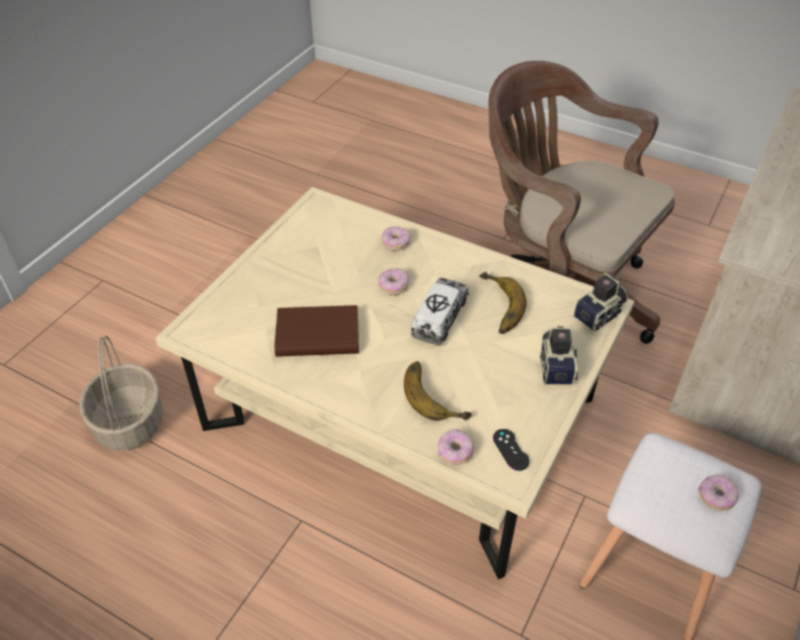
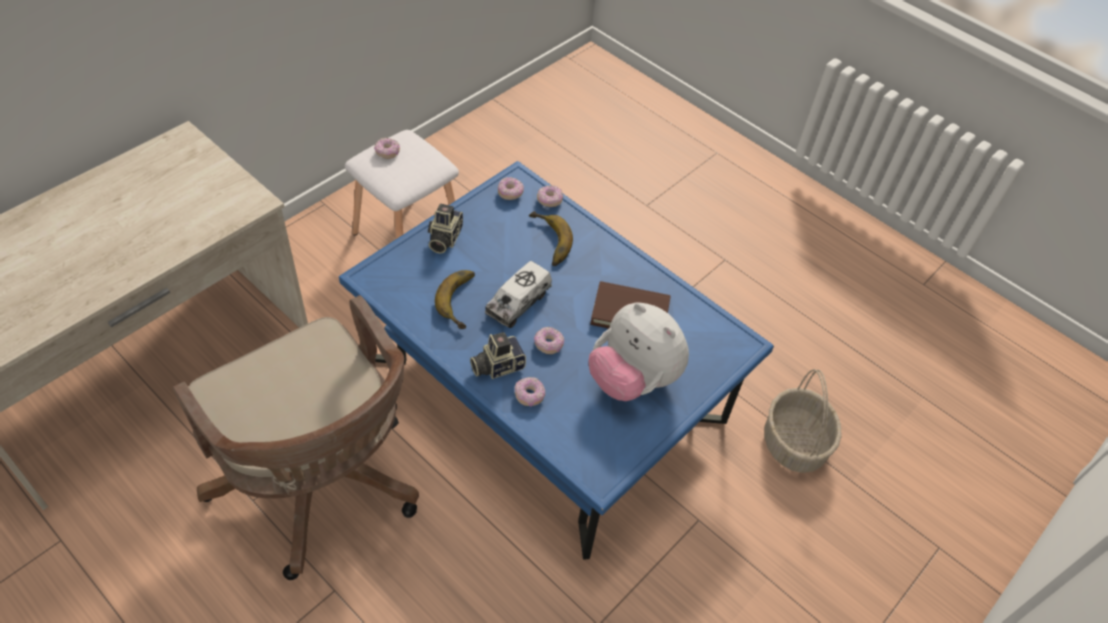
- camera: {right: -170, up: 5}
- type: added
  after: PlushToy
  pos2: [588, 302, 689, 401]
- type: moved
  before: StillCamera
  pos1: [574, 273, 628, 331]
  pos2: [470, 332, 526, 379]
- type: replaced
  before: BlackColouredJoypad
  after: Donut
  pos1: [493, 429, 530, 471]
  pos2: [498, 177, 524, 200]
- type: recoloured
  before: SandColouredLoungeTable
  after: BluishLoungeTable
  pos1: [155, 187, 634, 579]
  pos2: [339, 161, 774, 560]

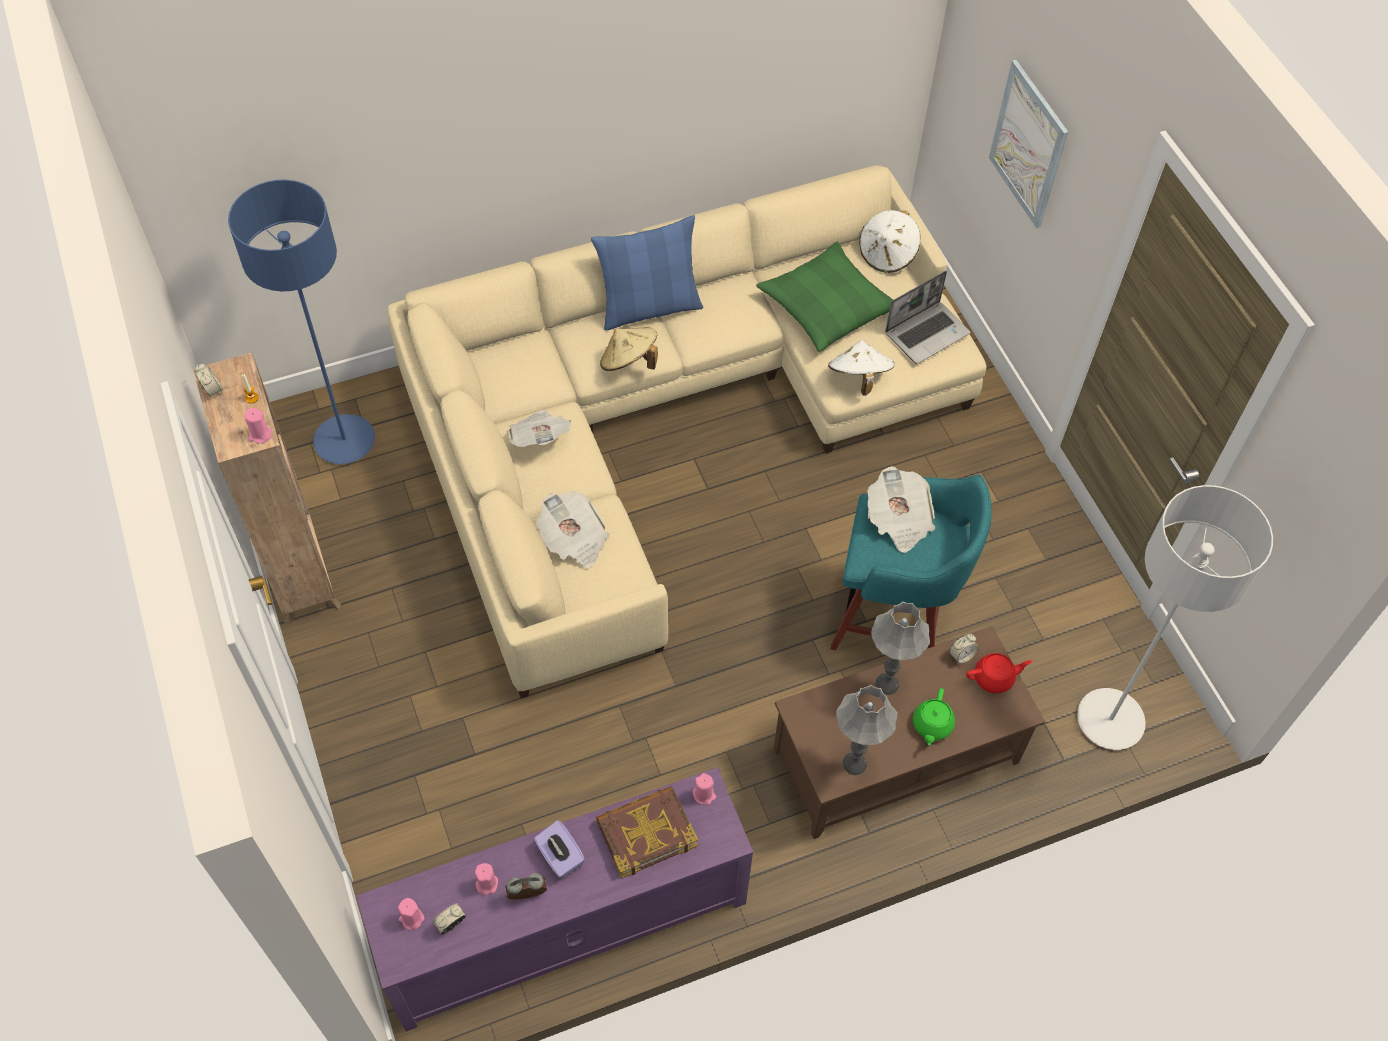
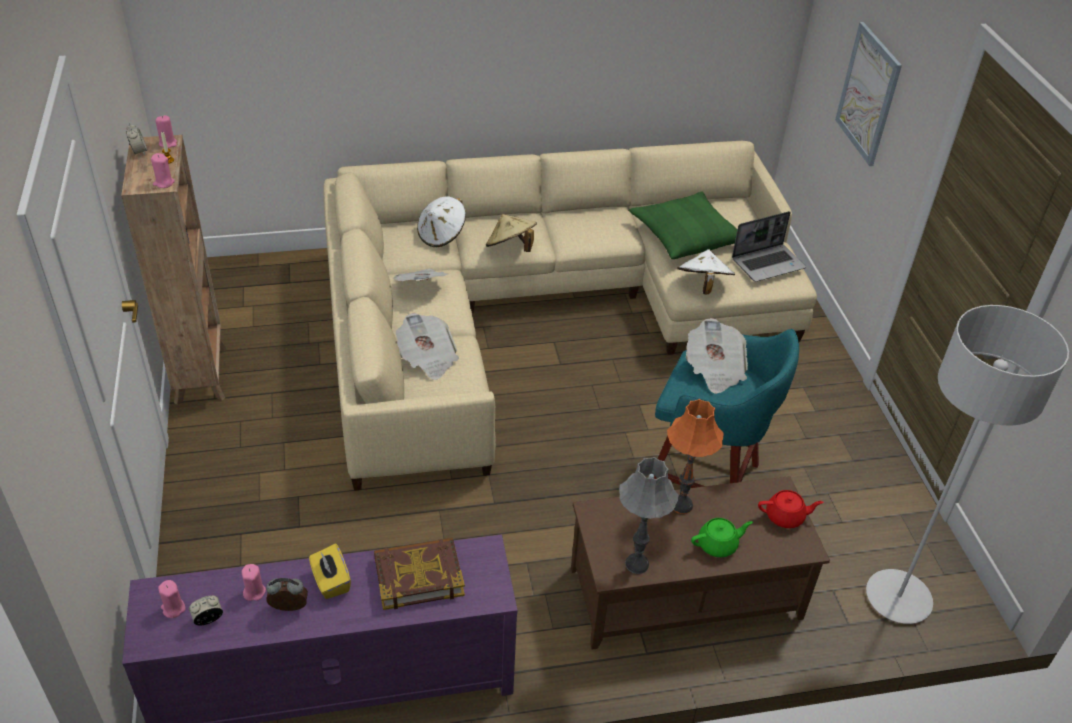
- camera: {right: 10, up: -15}
- type: removed
  before: BluishFloorLamp
  pos1: [228, 180, 375, 464]
- type: removed
  before: BluishCushion
  pos1: [591, 215, 703, 331]
- type: removed
  before: AlarmClock
  pos1: [949, 634, 979, 664]
- type: moved
  before: PinkColouredWaxCandle
  pos1: [693, 773, 716, 805]
  pos2: [155, 115, 177, 148]
- type: moved
  before: WhiteColouredHat
  pos1: [859, 210, 921, 273]
  pos2: [417, 196, 466, 248]
- type: recoloured
  before: PurpleColouredBoxOfTissues
  after: YellowColouredBoxOfTissues
  pos1: [534, 820, 585, 878]
  pos2: [309, 544, 351, 599]
- type: recoloured
  before: GreyishLampForATable
  after: OrangeyLampForATable
  pos1: [871, 601, 930, 695]
  pos2: [667, 399, 724, 514]
- type: turned
  before: GreenColouredTeaPot
  pos1: [913, 688, 955, 745]
  pos2: [691, 518, 753, 557]
  turn: -135

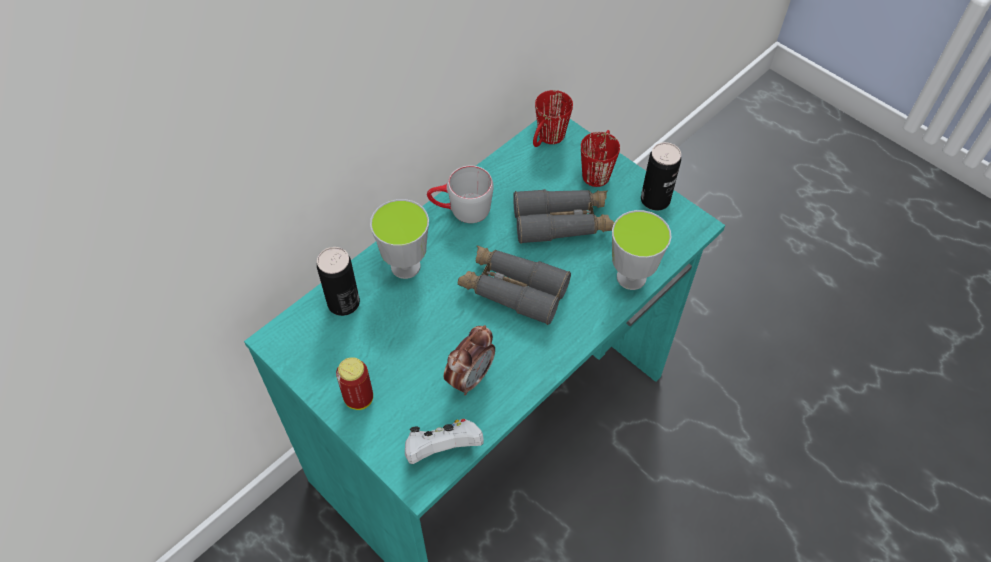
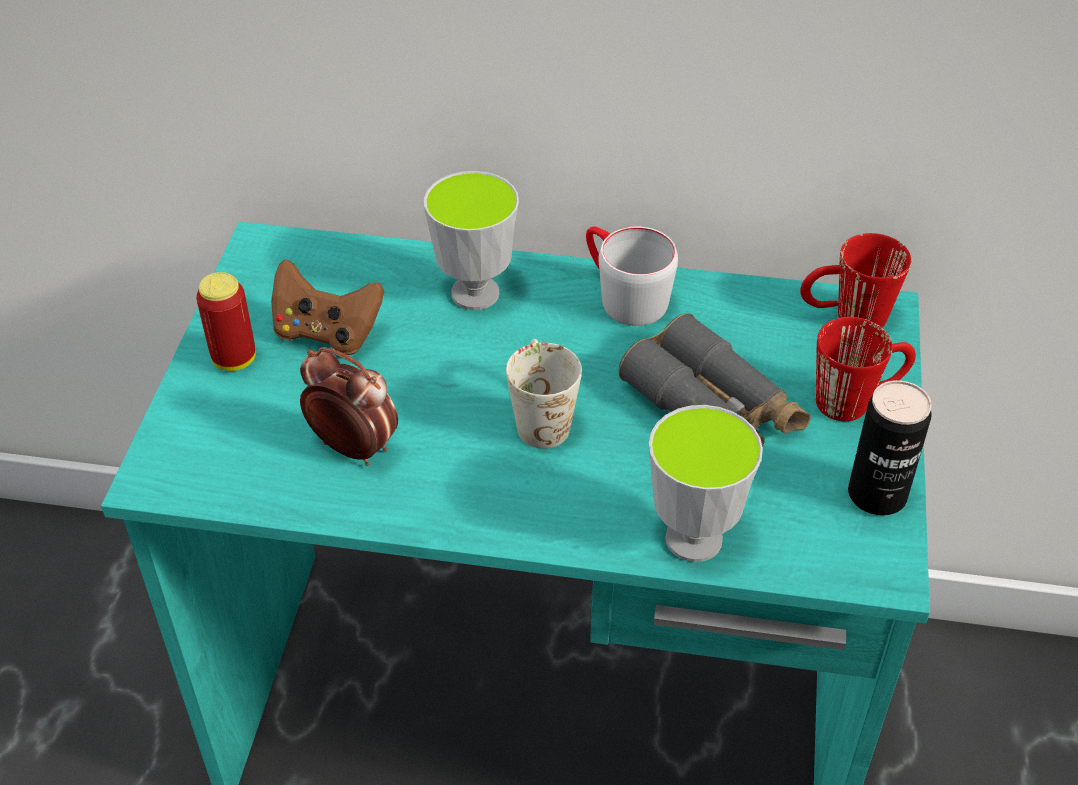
- camera: {right: 55, up: -10}
- type: removed
  before: SealedCan
  pos1: [317, 247, 360, 316]
- type: removed
  before: WhiteColouredJoypad
  pos1: [405, 419, 484, 464]
- type: added
  after: BrownJoypad
  pos2: [271, 259, 384, 355]
- type: replaced
  before: GreyishFieldGlasses
  after: WhiteColouredTeaMug
  pos1: [458, 245, 571, 325]
  pos2: [506, 339, 582, 449]
- type: turned
  before: AlarmClock
  pos1: [444, 325, 495, 395]
  pos2: [300, 347, 398, 466]
  turn: -150

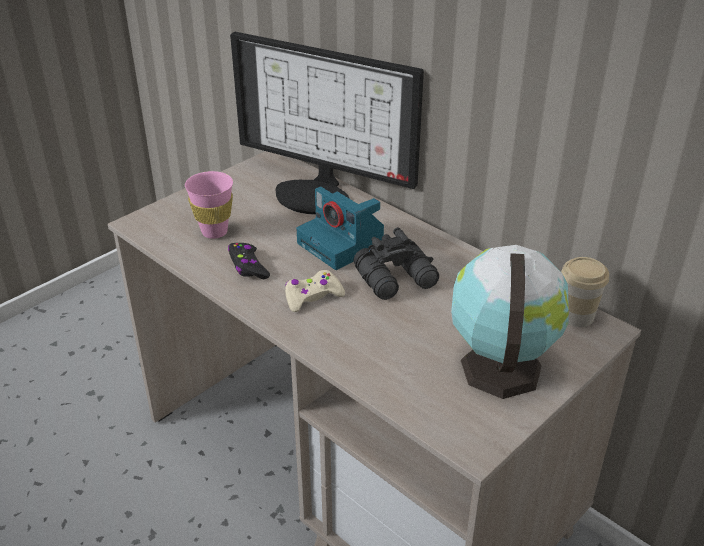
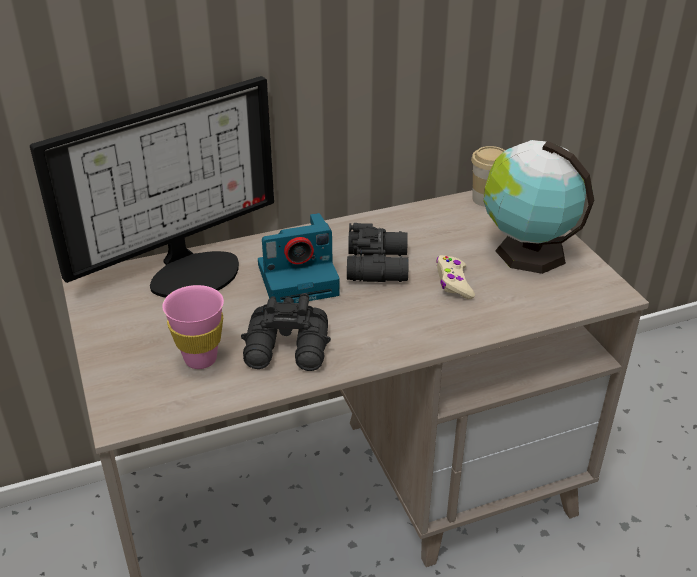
- camera: {right: -65, up: 0}
- type: moved
  before: SandColouredJoypad
  pos1: [285, 270, 345, 312]
  pos2: [436, 255, 475, 299]
- type: replaced
  before: BlackColouredJoypad
  after: BlackColouredFieldGlasses
  pos1: [228, 243, 270, 279]
  pos2: [241, 293, 331, 371]

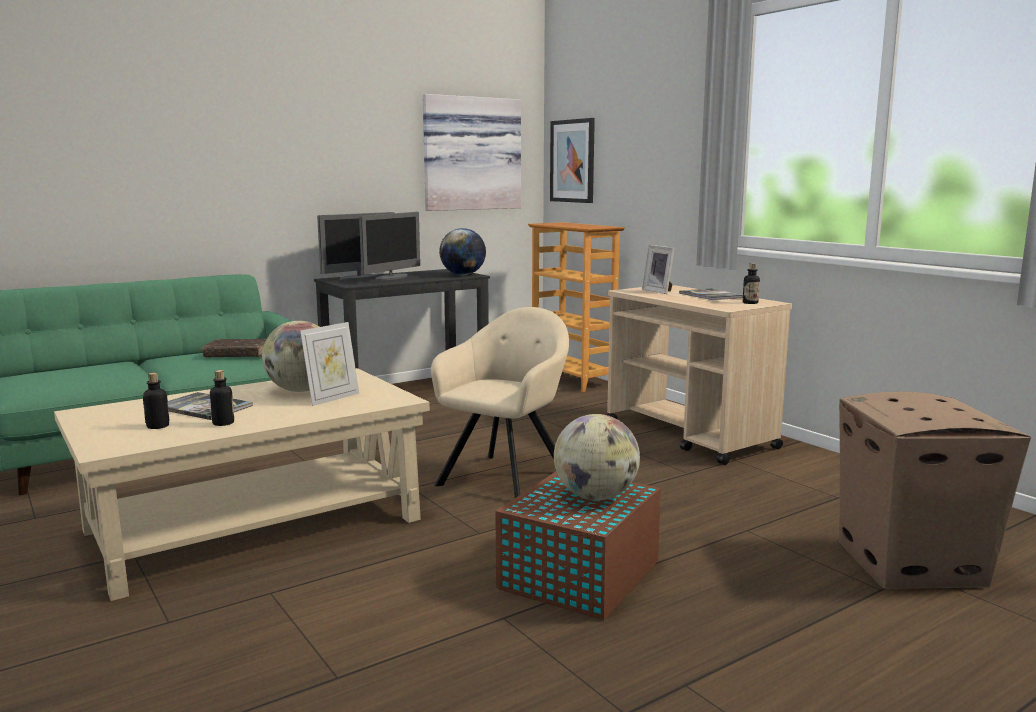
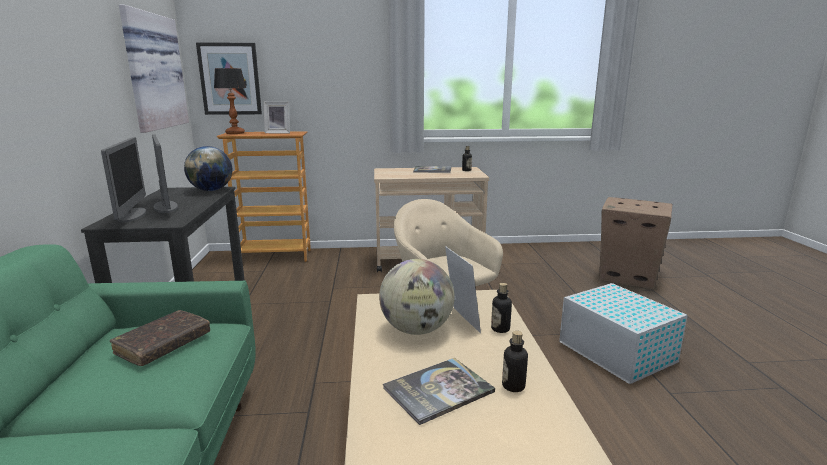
- camera: {right: -60, up: 5}
- type: removed
  before: Globe
  pos1: [554, 414, 640, 500]
- type: added
  after: LampForATable
  pos2: [214, 68, 246, 134]
- type: moved
  before: DrinkBottle
  pos1: [143, 373, 170, 429]
  pos2: [491, 283, 512, 333]
- type: moved
  before: StandingFrame
  pos1: [642, 245, 675, 294]
  pos2: [263, 101, 290, 133]
- type: recoloured
  before: BrownStorageBox
  after: WhiteColouredStorageBox
  pos1: [495, 472, 661, 620]
  pos2: [559, 283, 688, 384]

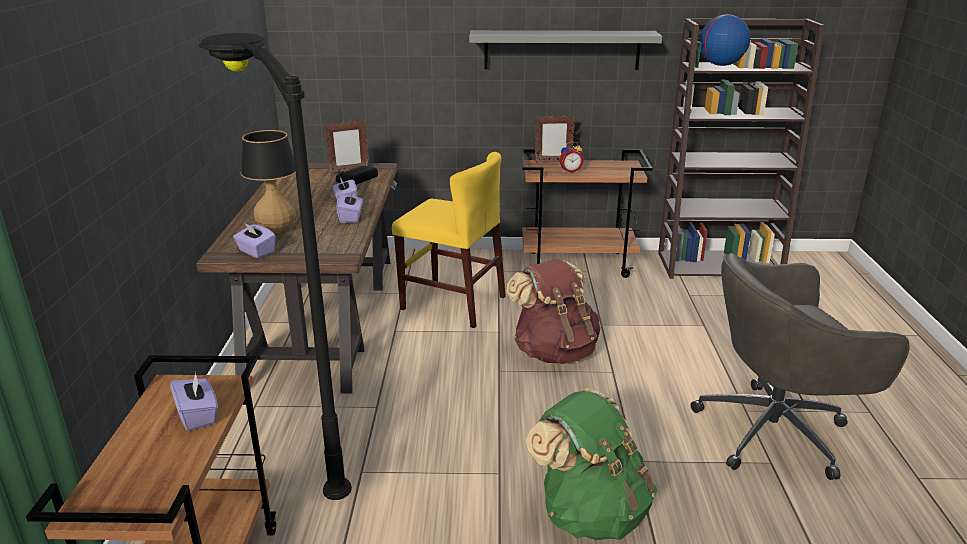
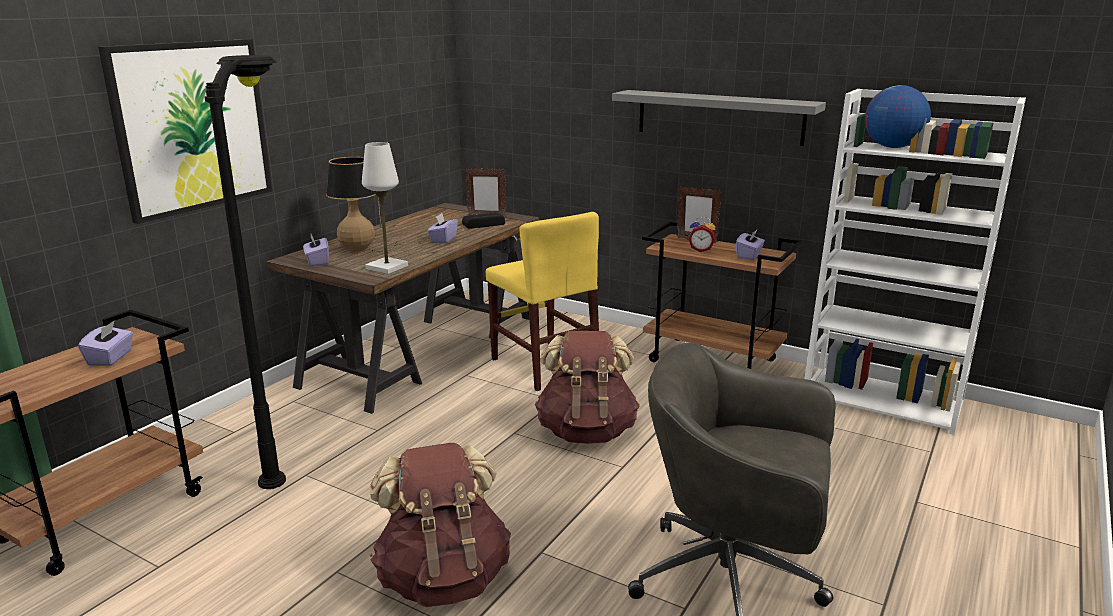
- camera: {right: 30, up: -5}
- type: added
  after: WallArt
  pos2: [98, 39, 272, 224]
- type: added
  after: WhiteColouredLampForATable
  pos2: [362, 142, 408, 274]
- type: moved
  before: PurpleColouredBoxOfTissues
  pos1: [337, 190, 363, 223]
  pos2: [736, 229, 765, 260]
- type: recoloured
  before: GreenColouredBackpack
  after: BrownBackpack
  pos1: [526, 388, 657, 540]
  pos2: [370, 443, 511, 607]
- type: recoloured
  before: BrownShelvingUnit
  after: WhiteColouredShelvingUnit
  pos1: [658, 18, 825, 279]
  pos2: [805, 89, 1026, 435]

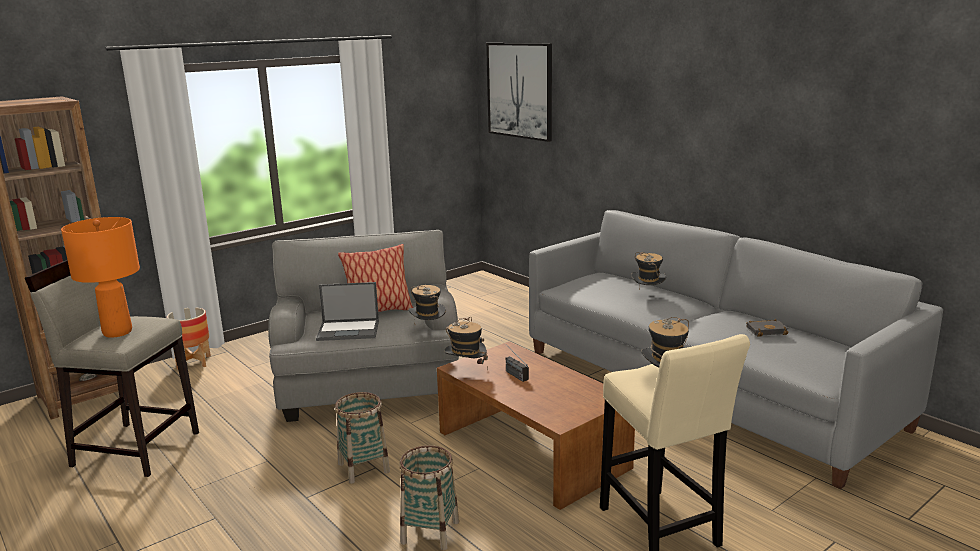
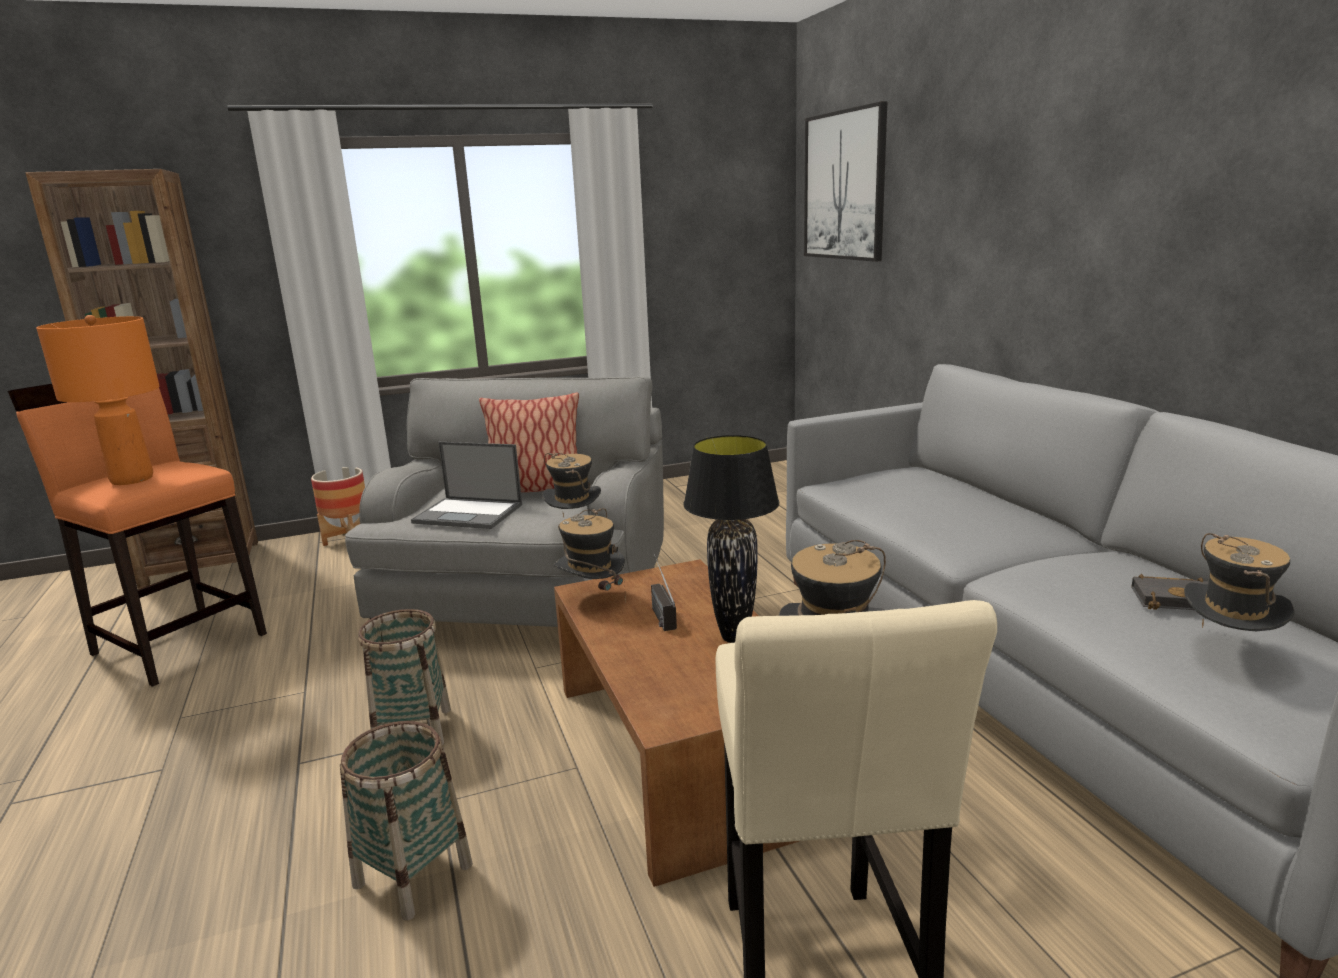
- camera: {right: 20, up: 0}
- type: added
  after: BlackColouredLampForATable
  pos2: [683, 435, 779, 643]
- type: moved
  before: Hat
  pos1: [631, 252, 666, 289]
  pos2: [1184, 533, 1294, 631]
- type: recoloured
  before: SandColouredSittingStool
  after: OrangeySittingStool
  pos1: [25, 260, 199, 477]
  pos2: [8, 384, 267, 687]

